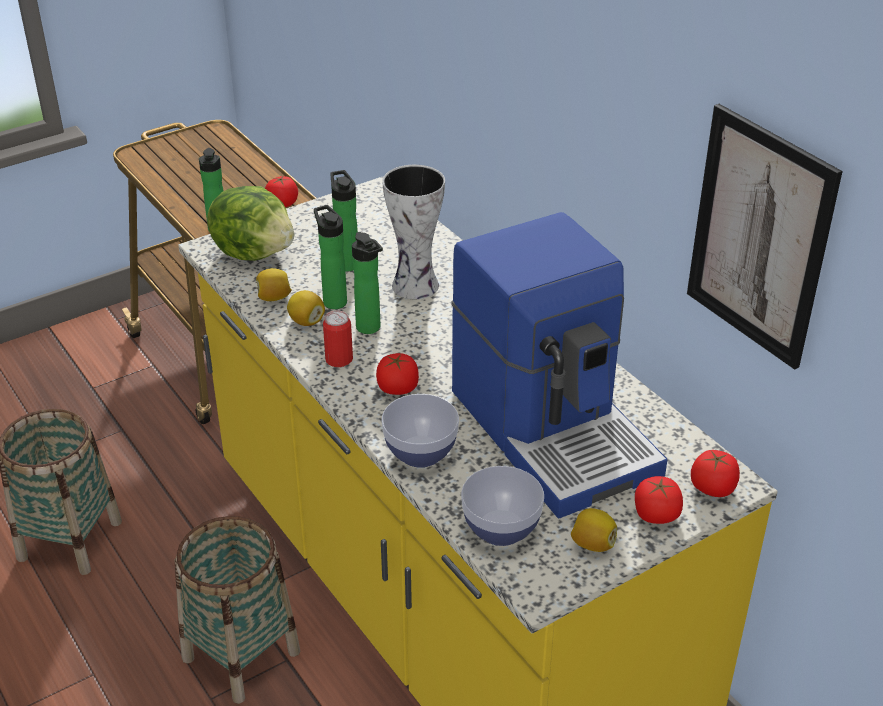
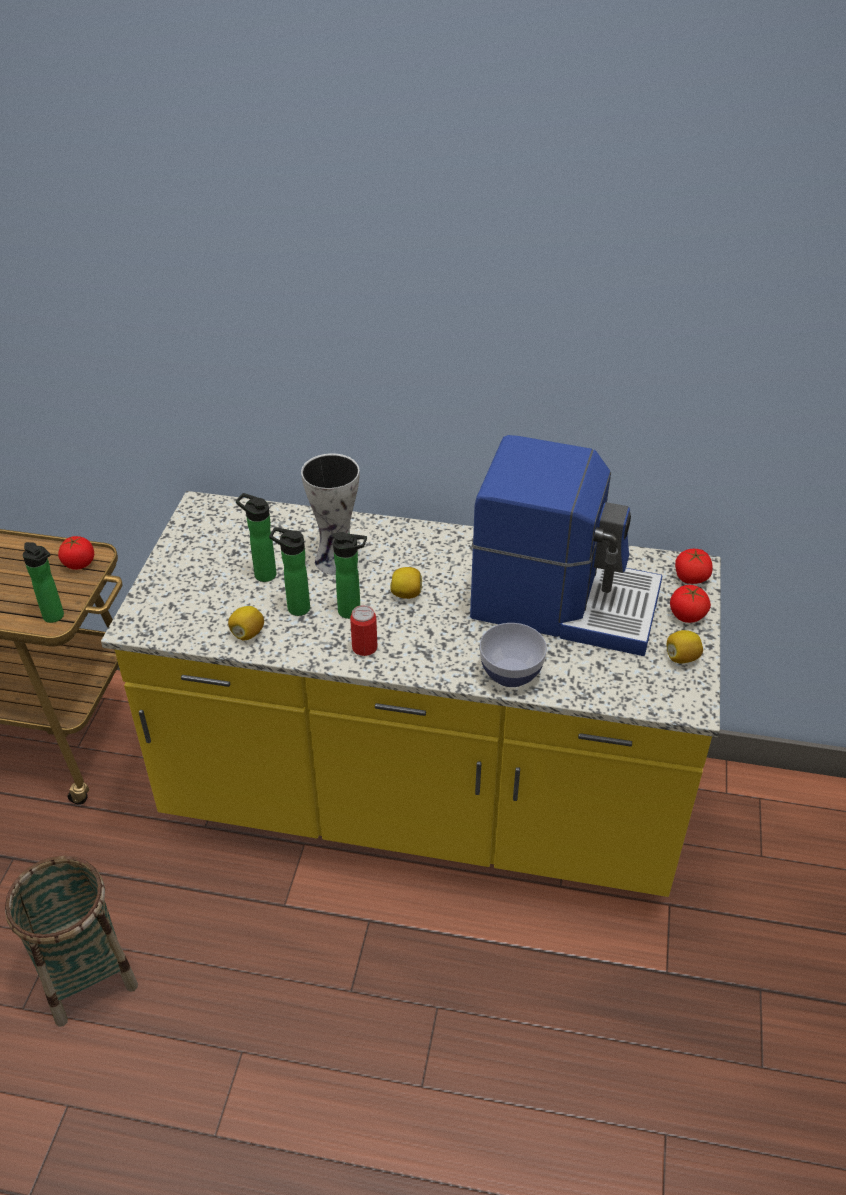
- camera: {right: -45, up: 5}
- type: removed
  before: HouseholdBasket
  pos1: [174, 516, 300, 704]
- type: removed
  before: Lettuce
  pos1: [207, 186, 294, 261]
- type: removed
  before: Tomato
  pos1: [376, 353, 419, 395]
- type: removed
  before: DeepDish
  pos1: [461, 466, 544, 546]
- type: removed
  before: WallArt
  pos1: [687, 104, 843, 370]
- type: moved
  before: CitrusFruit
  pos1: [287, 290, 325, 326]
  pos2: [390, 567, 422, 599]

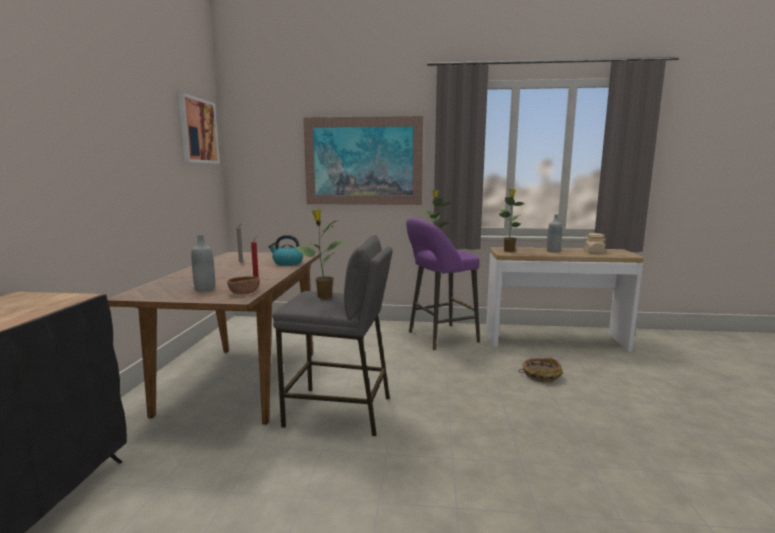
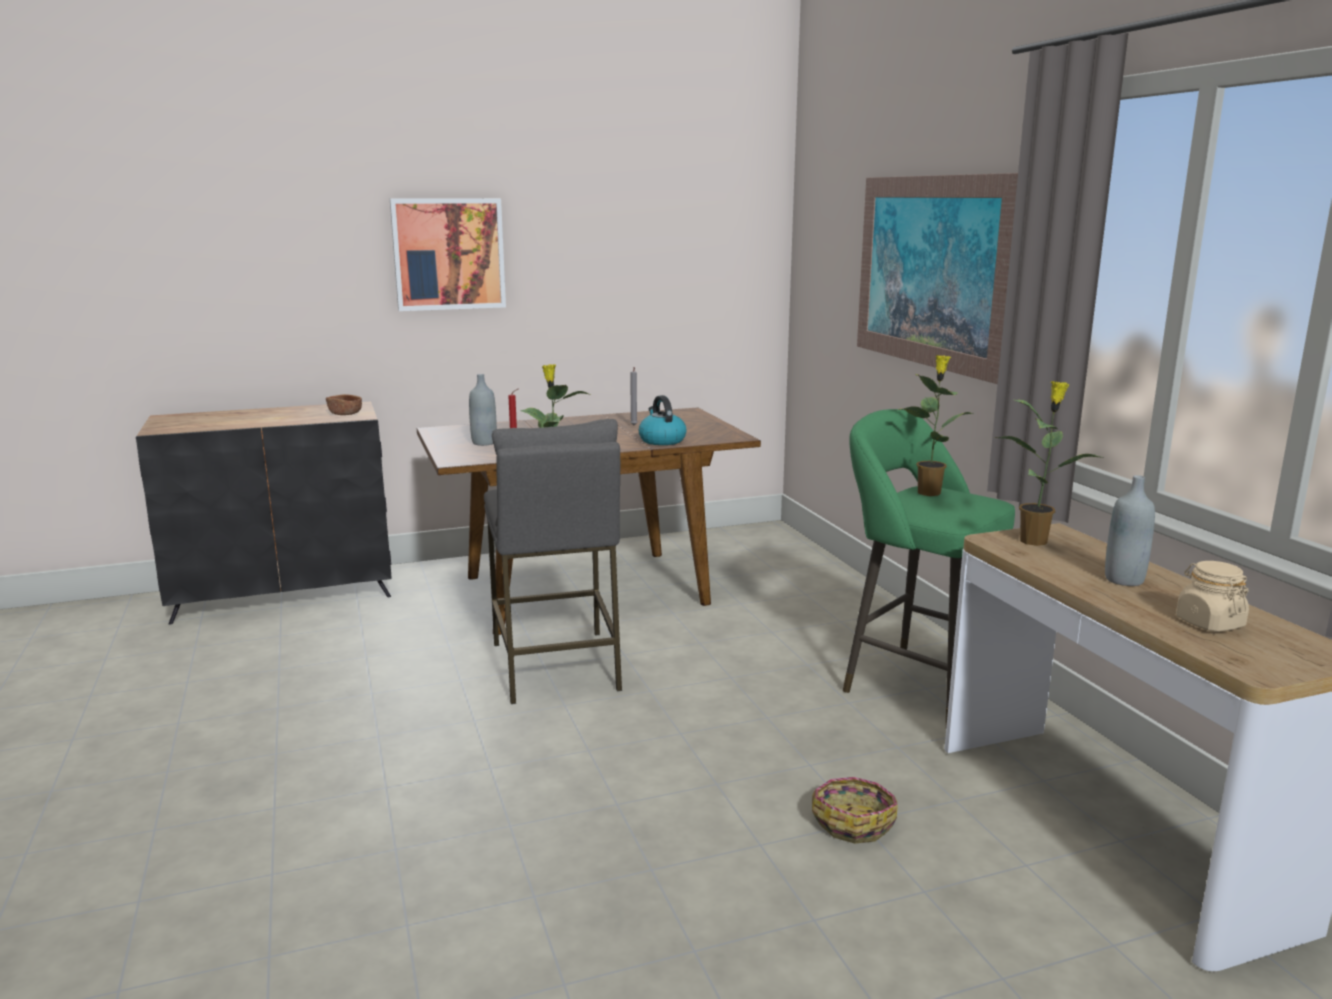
- camera: {right: 65, up: 5}
- type: moved
  before: WallArt
  pos1: [178, 93, 220, 164]
  pos2: [390, 198, 506, 311]
- type: moved
  before: BrownDeepDish
  pos1: [227, 276, 260, 294]
  pos2: [326, 394, 362, 415]
- type: recoloured
  before: PurpleColouredSittingStool
  after: GreenColouredSittingStool
  pos1: [406, 218, 480, 350]
  pos2: [843, 409, 1015, 726]

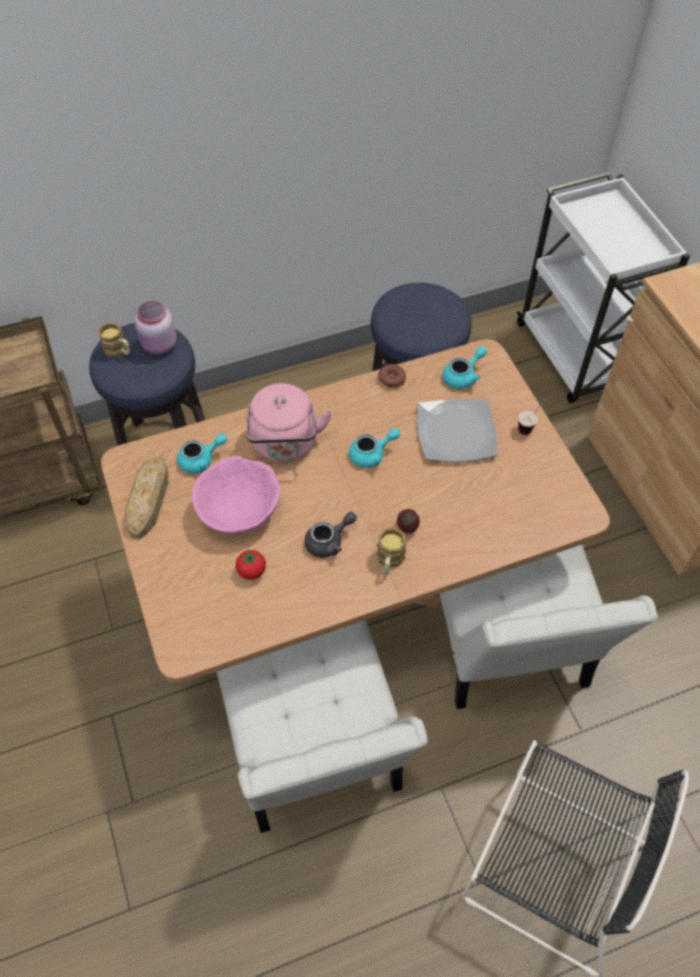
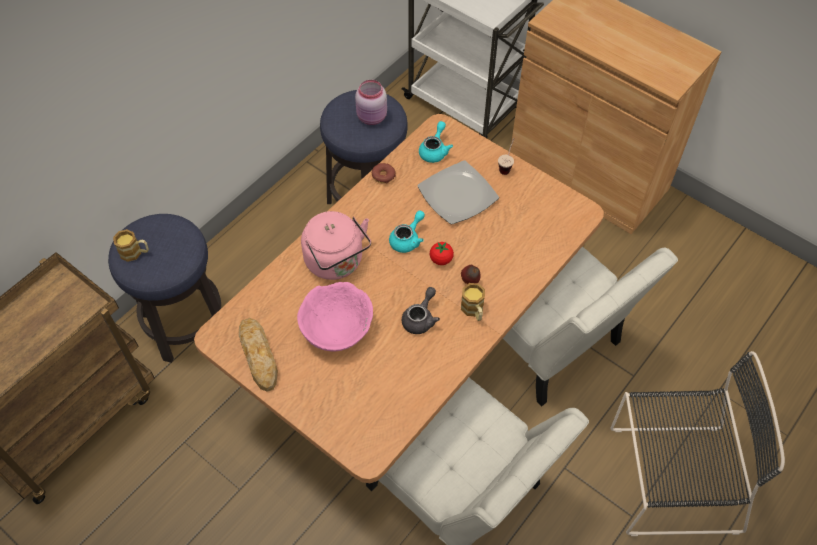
- camera: {right: -30, up: 0}
- type: removed
  before: BlueGreenTeaPot
  pos1: [177, 433, 227, 473]
- type: moved
  before: PinkColouredJar
  pos1: [135, 301, 176, 355]
  pos2: [355, 80, 387, 125]
- type: moved
  before: Tomato
  pos1: [236, 549, 266, 580]
  pos2: [430, 242, 454, 265]

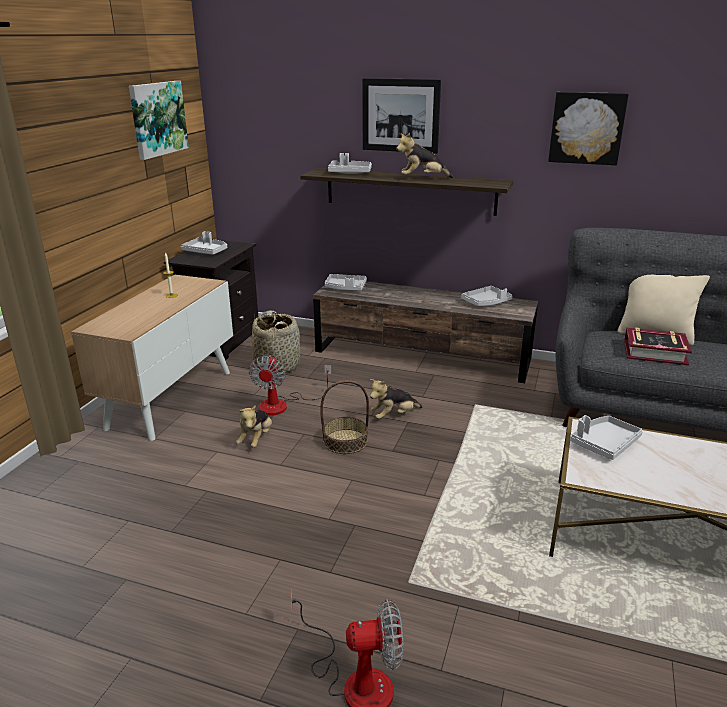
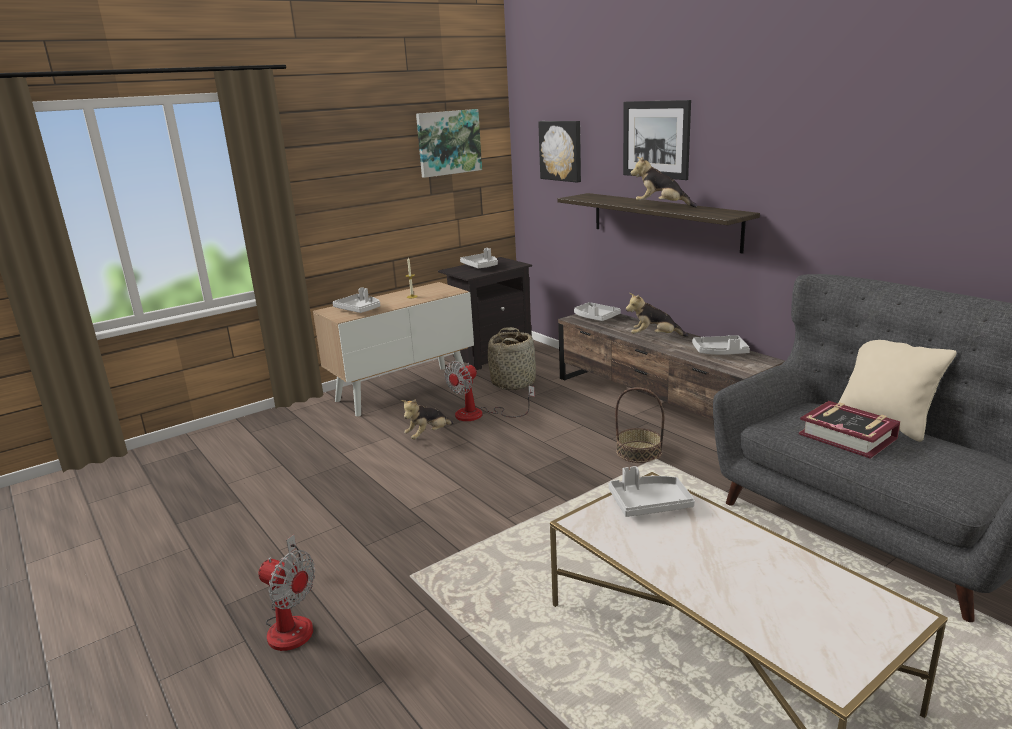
- camera: {right: 35, up: -5}
- type: moved
  before: HouseholdBasket
  pos1: [320, 380, 369, 454]
  pos2: [615, 387, 664, 463]
- type: moved
  before: GreyishServingTray
  pos1: [328, 153, 372, 174]
  pos2: [333, 287, 380, 313]
- type: moved
  before: PlushToy
  pos1: [370, 379, 423, 419]
  pos2: [626, 293, 688, 337]
- type: moved
  before: WallArt
  pos1: [548, 92, 628, 165]
  pos2: [538, 121, 581, 183]

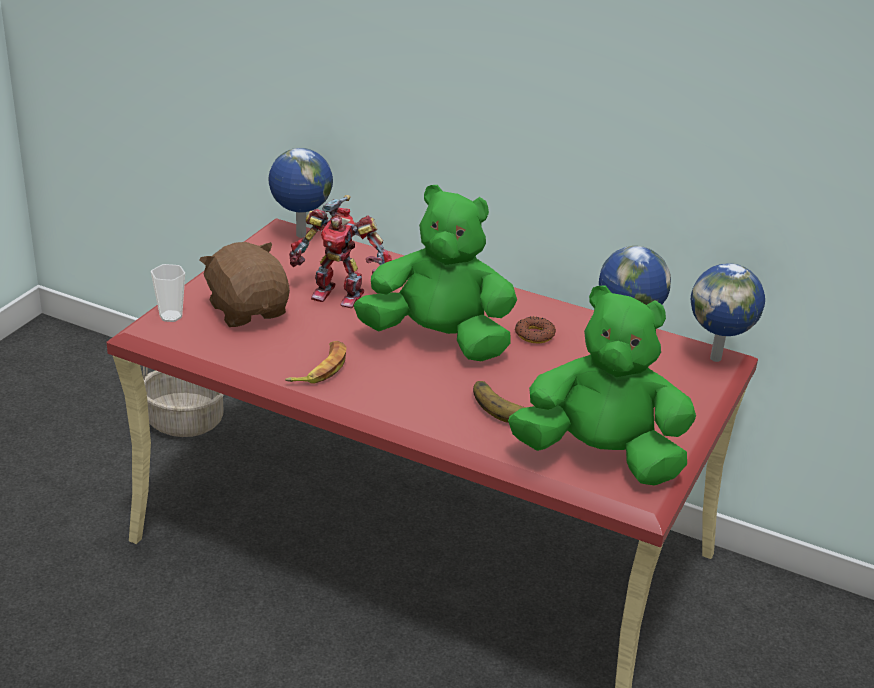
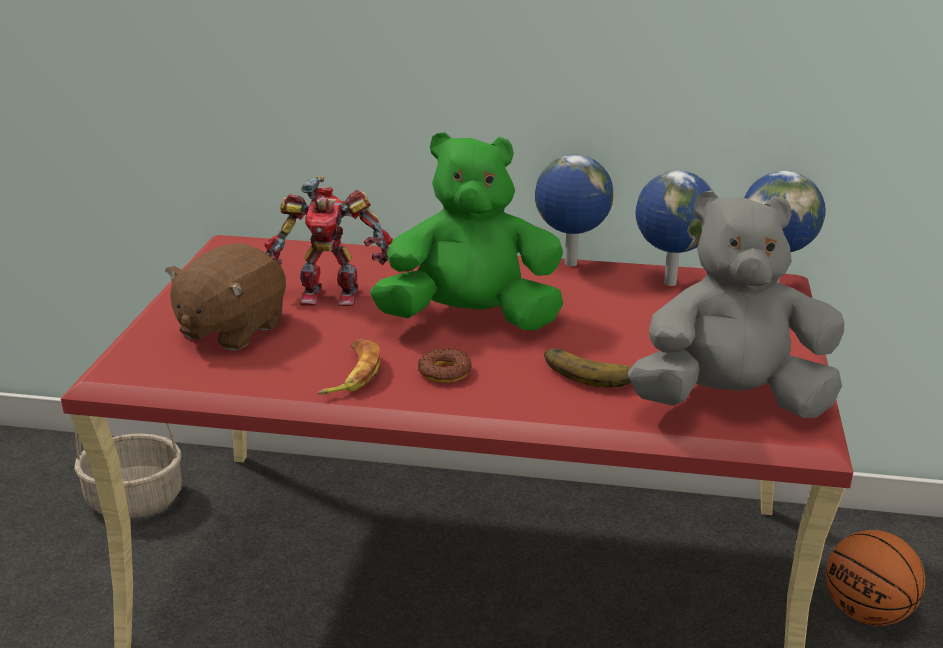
- camera: {right: -15, up: -5}
- type: removed
  before: DrinkingCup
  pos1: [151, 264, 185, 322]
- type: added
  after: BallForBasketball
  pos2: [826, 530, 925, 626]
- type: moved
  before: Globe
  pos1: [268, 148, 333, 238]
  pos2: [535, 155, 613, 266]
- type: moved
  before: Donut
  pos1: [515, 316, 556, 343]
  pos2: [418, 349, 472, 383]
- type: recoloured
  before: GreenColouredPlushToy
  after: GreyishPlushToy
  pos1: [508, 285, 696, 486]
  pos2: [628, 190, 844, 418]
- type: turned
  before: BrownPlushToy
  pos1: [199, 242, 290, 327]
  pos2: [165, 244, 286, 351]
  turn: -105

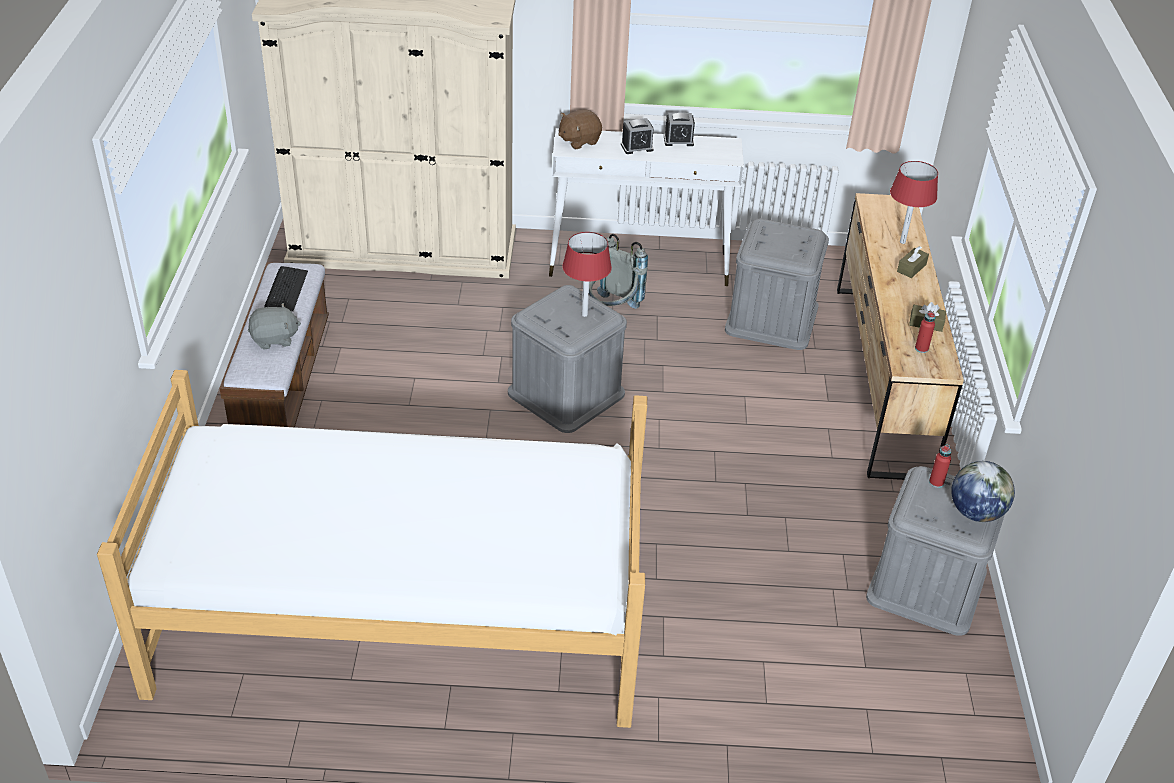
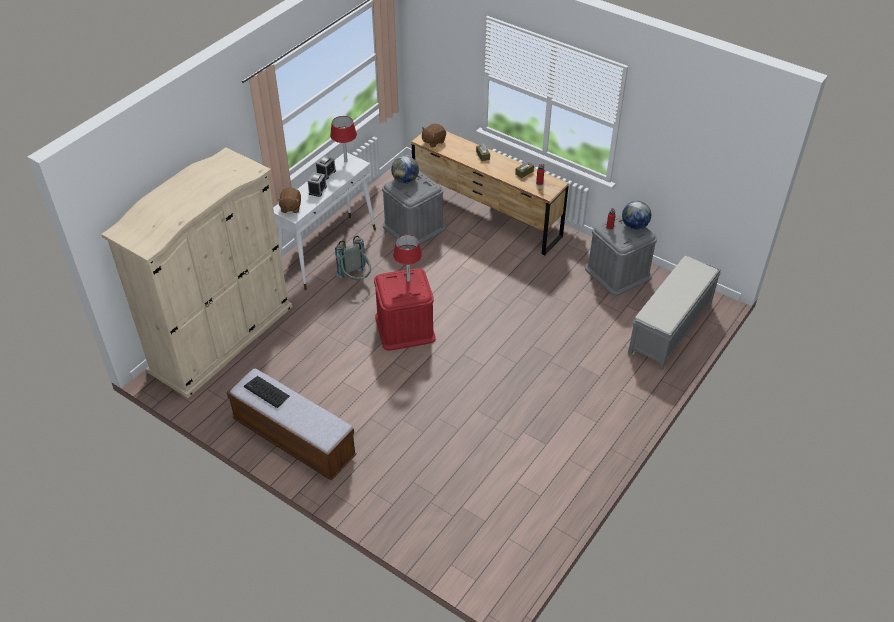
- camera: {right: -55, up: 5}
- type: removed
  before: SleepingBed
  pos1: [97, 370, 647, 728]
- type: removed
  before: GreyishPlushToy
  pos1: [248, 303, 301, 350]
- type: added
  after: Globe
  pos2: [391, 156, 419, 184]
- type: added
  after: BrownPlushToy
  pos2: [422, 123, 446, 148]
- type: added
  after: GreyishBench
  pos2: [628, 256, 721, 370]
- type: moved
  before: RedLampForATable
  pos1: [890, 161, 938, 244]
  pos2: [330, 116, 357, 162]
- type: recoloured
  before: GreyishStorageBox
  after: RedStorageBox
  pos1: [508, 285, 627, 433]
  pos2: [374, 268, 436, 351]

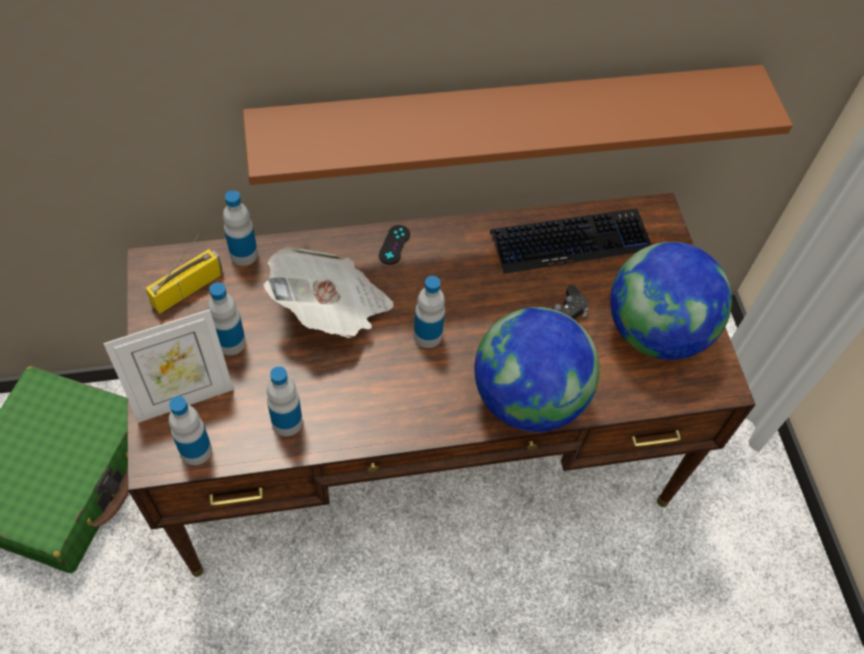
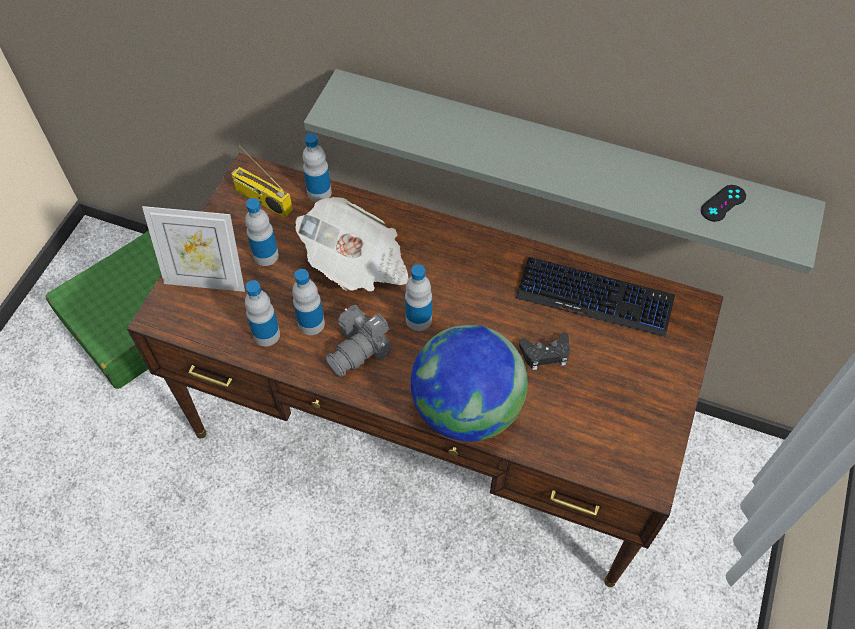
- camera: {right: 35, up: 0}
- type: removed
  before: Globe
  pos1: [610, 242, 732, 360]
- type: added
  after: StillCamera
  pos2: [326, 305, 391, 378]
- type: moved
  before: DrinkBottle
  pos1: [169, 396, 212, 465]
  pos2: [292, 269, 325, 335]
- type: moved
  before: BlackColouredJoypad
  pos1: [379, 225, 410, 265]
  pos2: [701, 185, 746, 222]
- type: recoloured
  before: BrownBracketShelf
  after: GreyishBracketShelf
  pos1: [243, 65, 793, 185]
  pos2: [304, 69, 826, 274]
- type: turned
  before: RadioSet
  pos1: [145, 235, 223, 314]
  pos2: [231, 145, 293, 218]
  turn: -135

